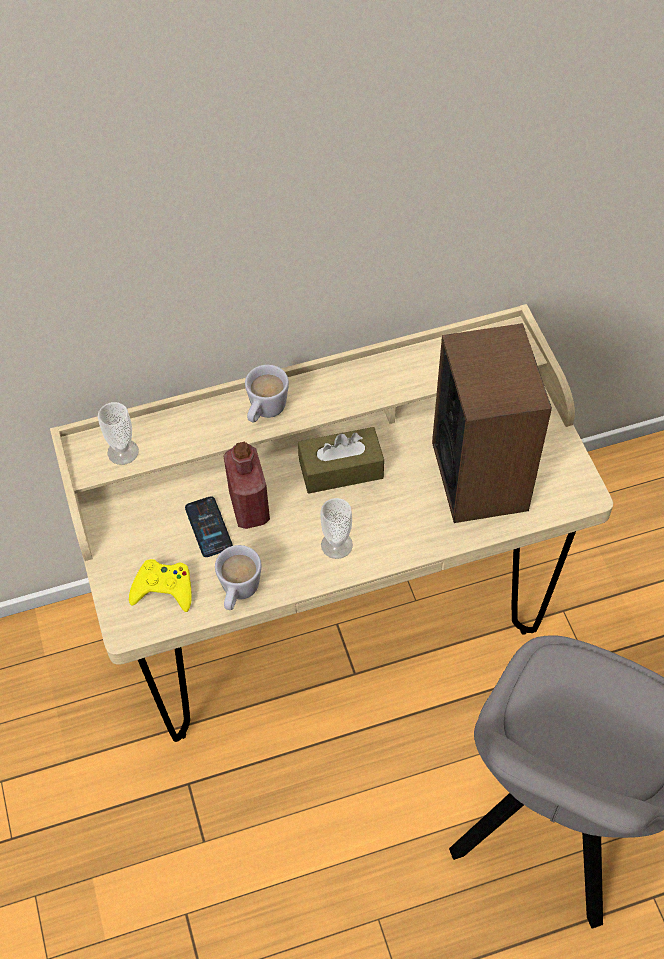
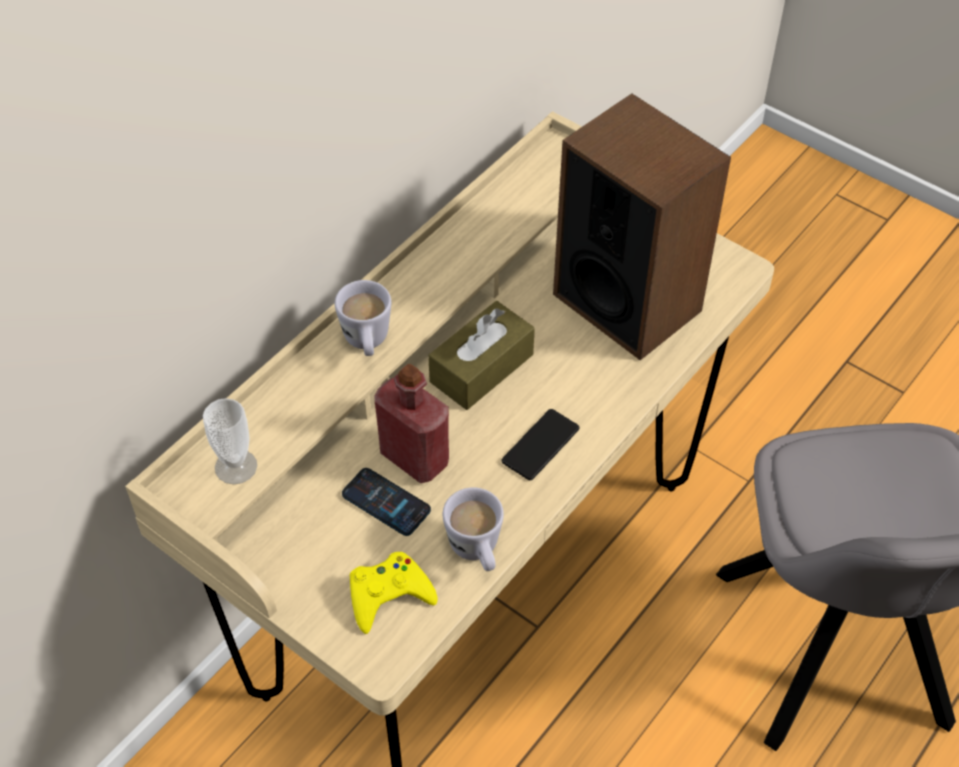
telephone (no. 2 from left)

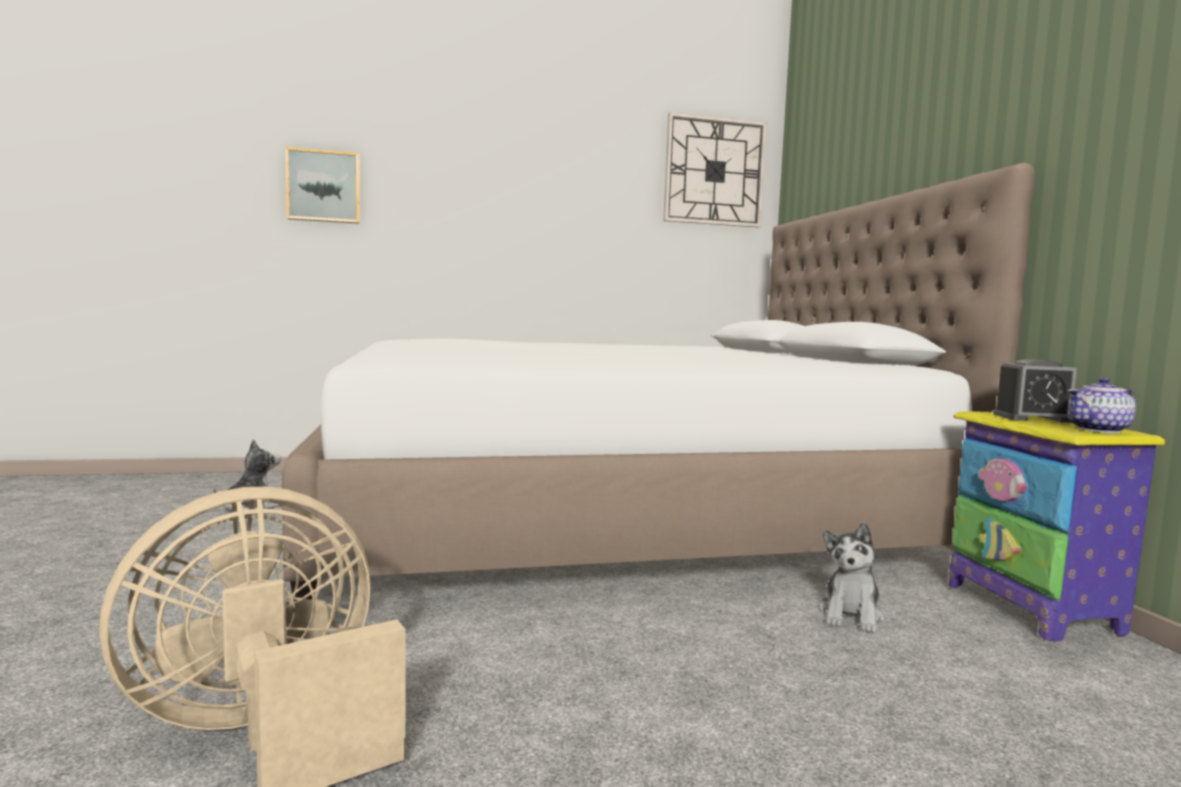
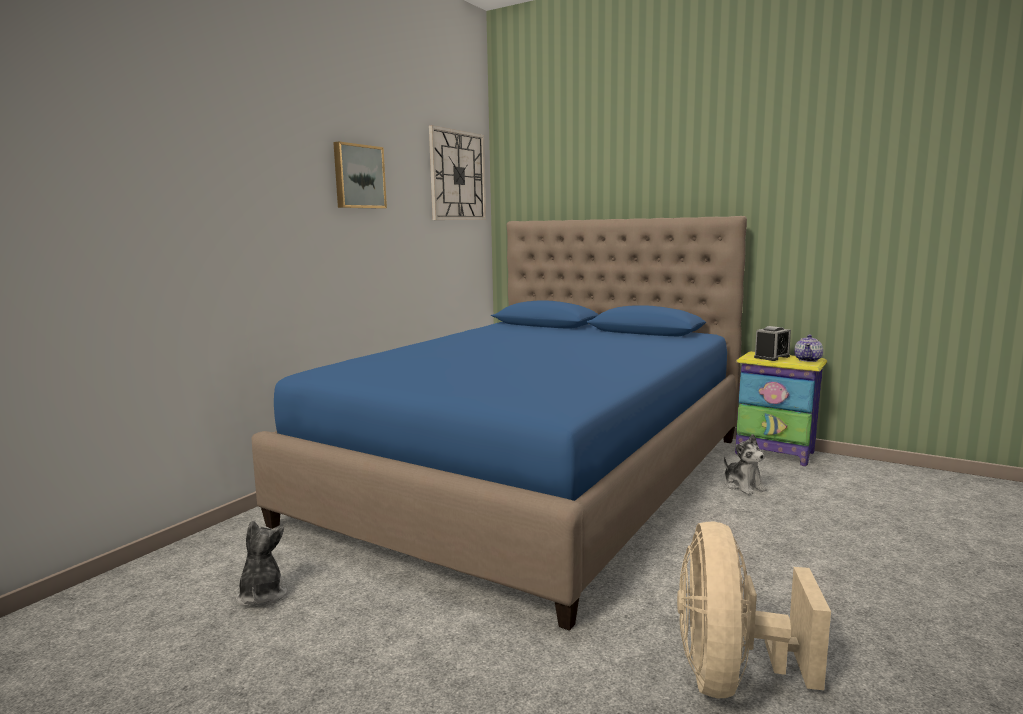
bluish bed; picture

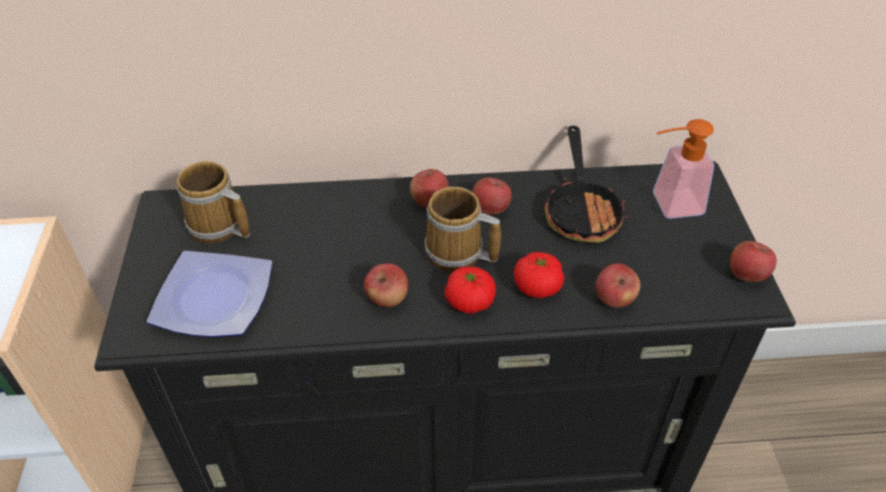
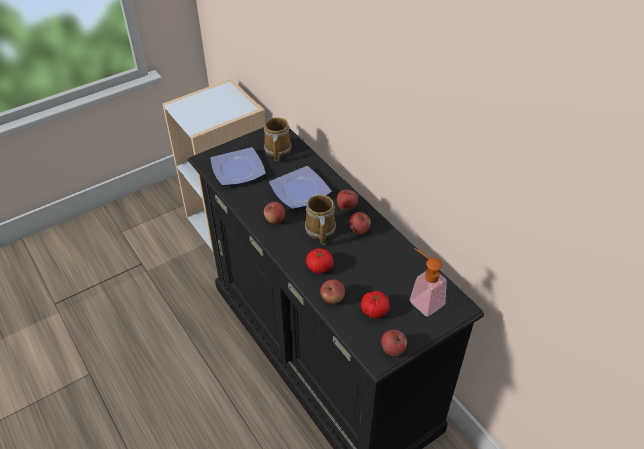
whole tomato (no. 2 from left); frying pan; plate (no. 2 from left)

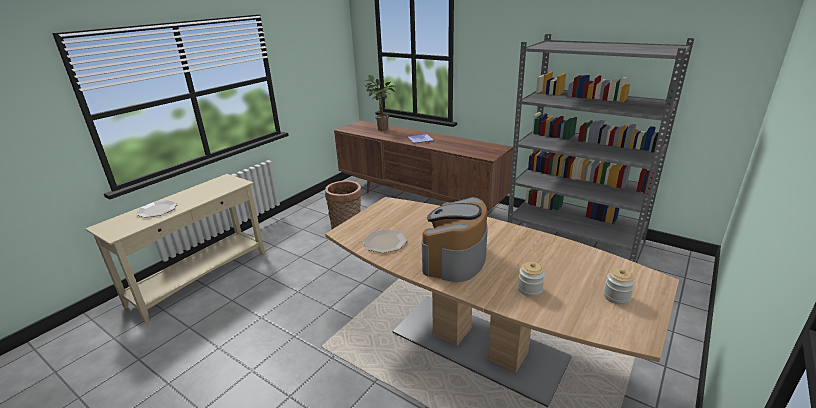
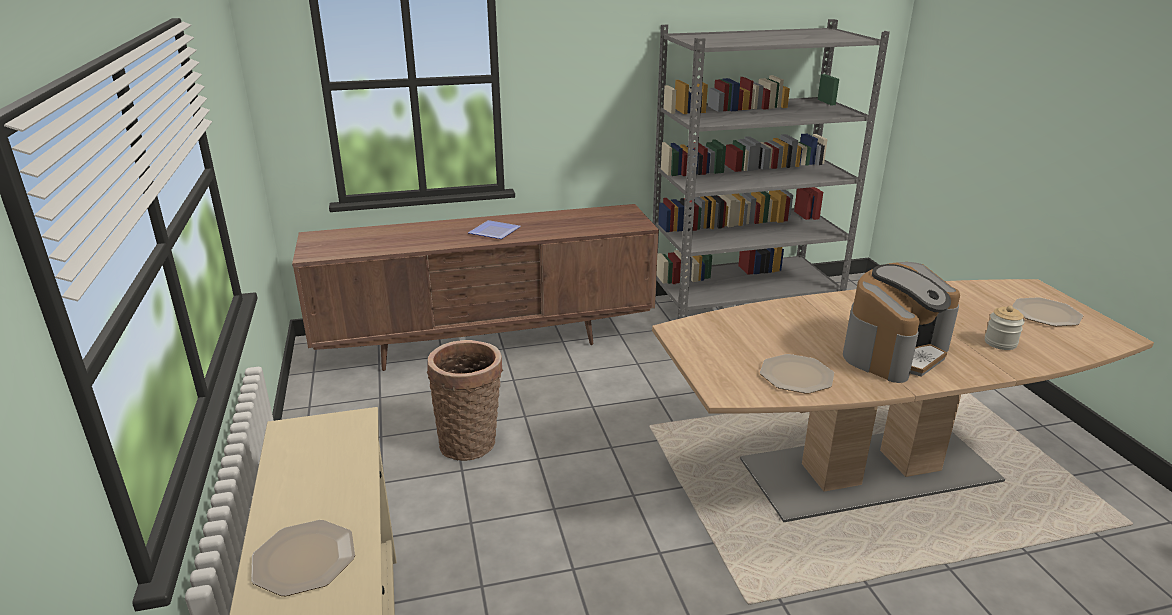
houseplant; coffee maker; plate (no. 4 from left)

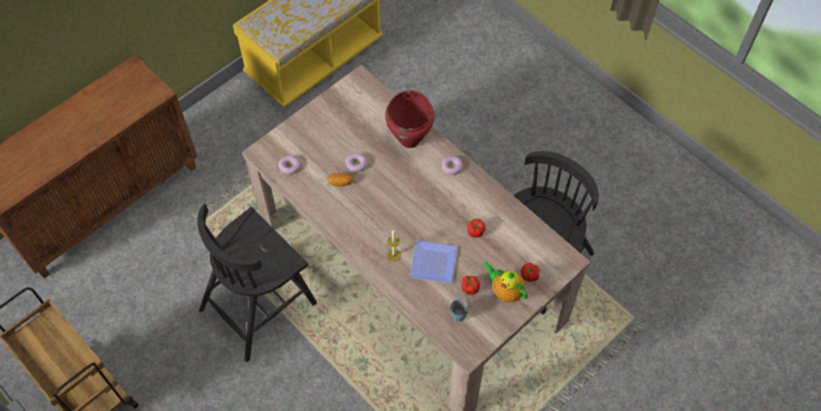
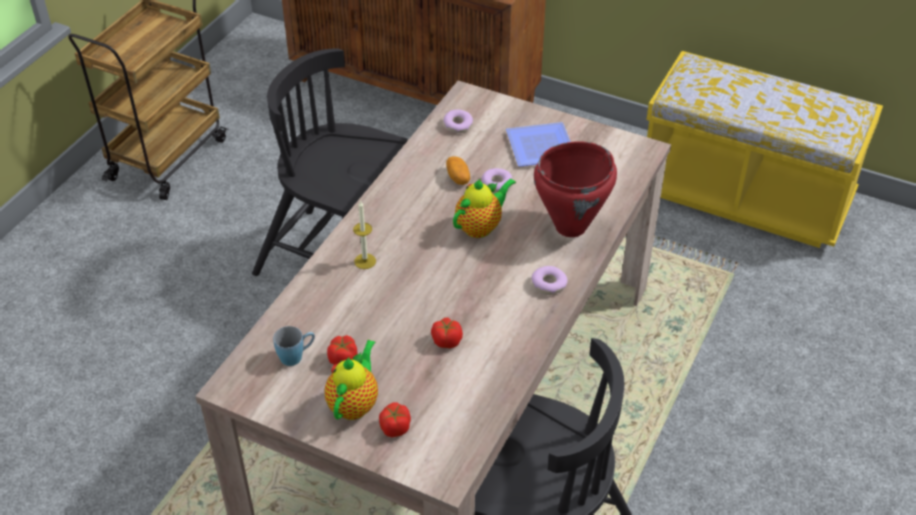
plate; tea pot (no. 2 from left)

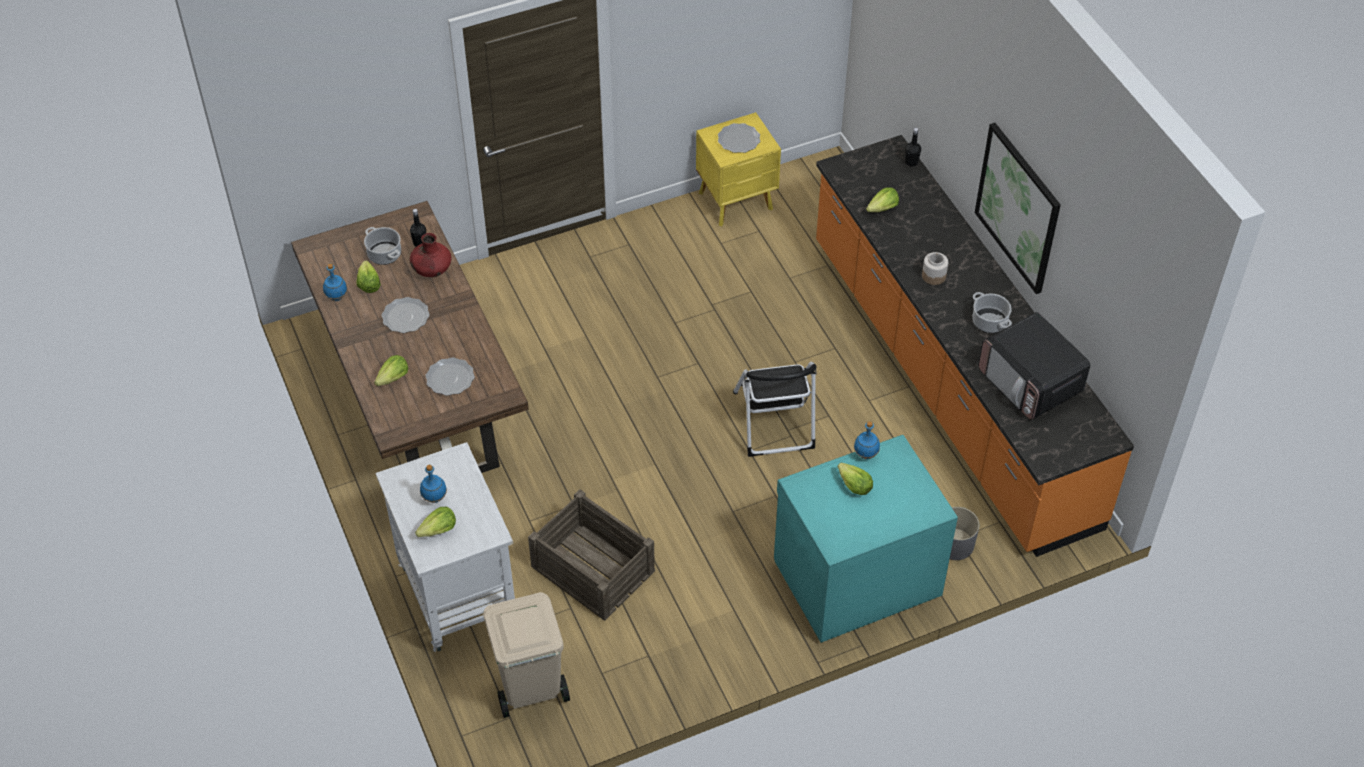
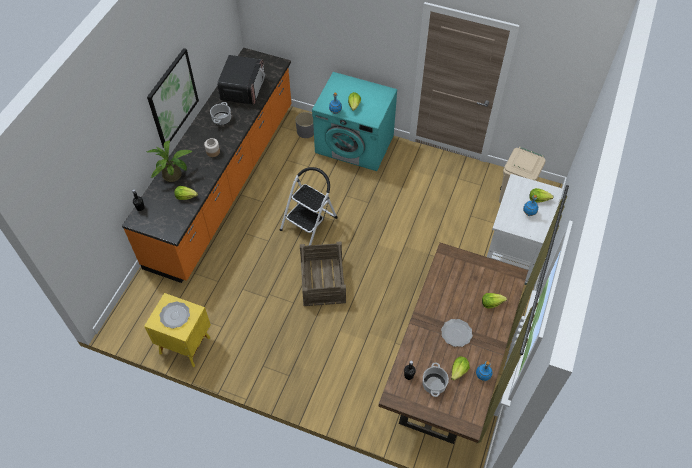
red-coloured decorative vase; plate (no. 2 from left in the first image); crate; houseplant

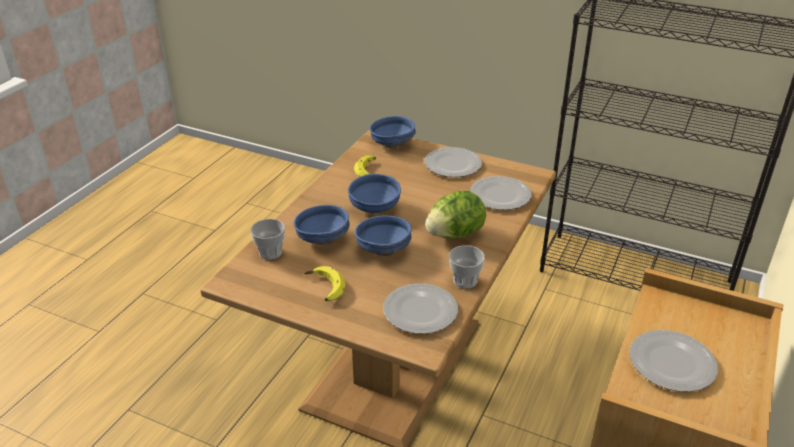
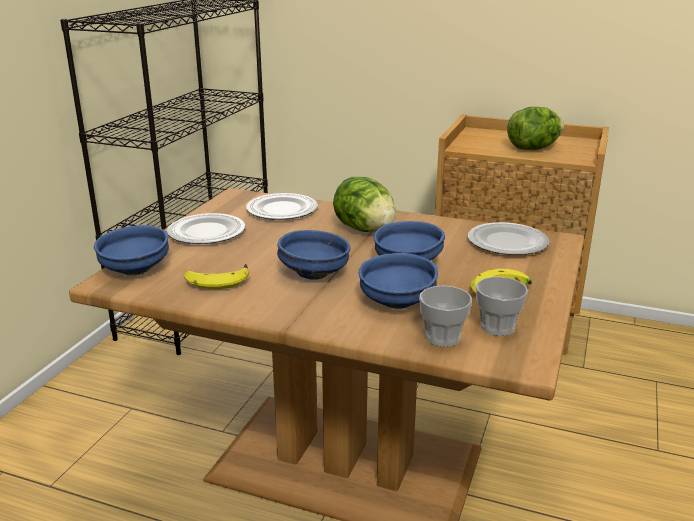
cup (no. 2 from left); head of lettuce (no. 2 from left)

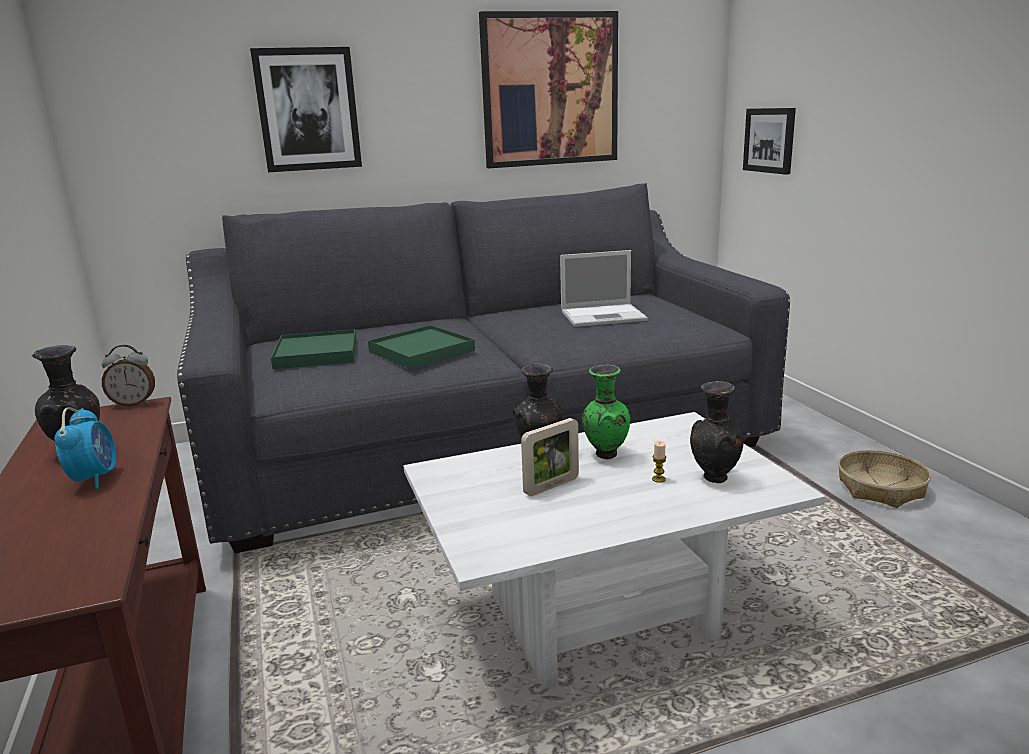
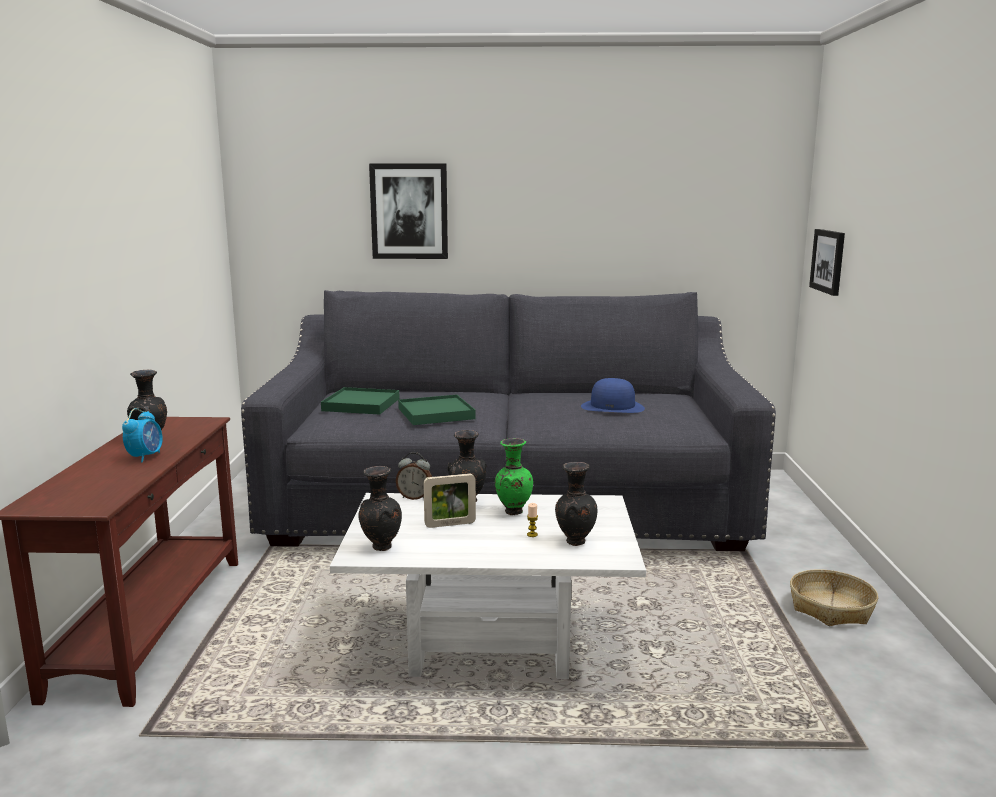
bedside clock (no. 2 from left); picture (no. 2 from left in the first image); bluish wearable hat; blackish decorative vase (no. 2 from left)

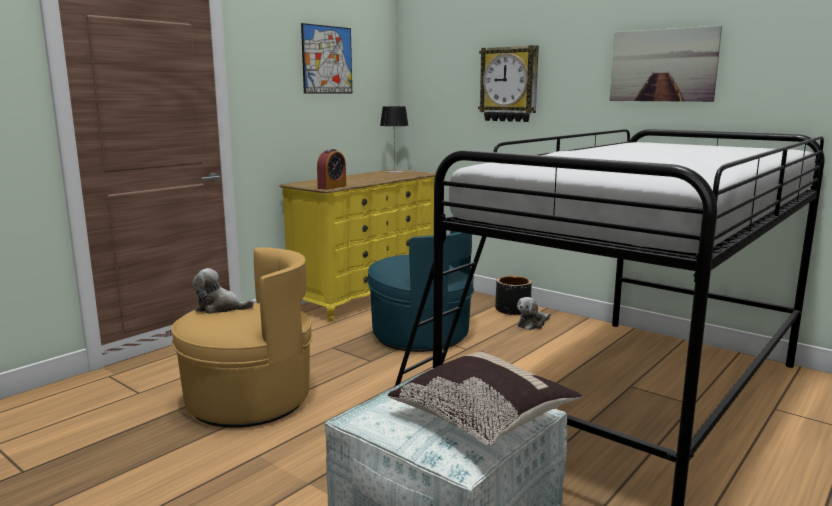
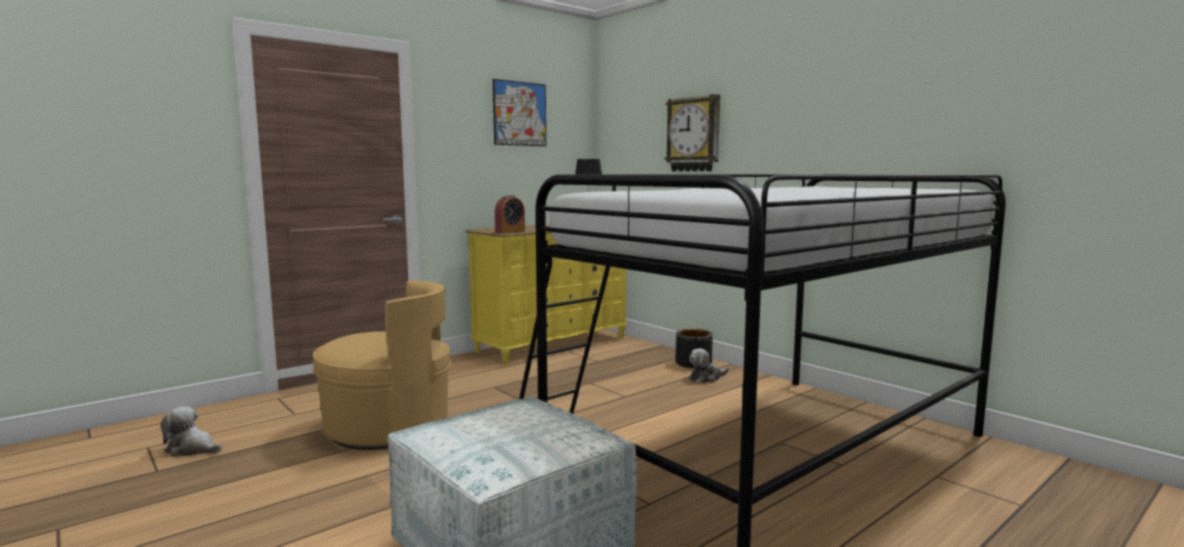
soft toy (no. 1 from left); blue-green lounge chair; throw pillow; picture (no. 2 from left in the first image)

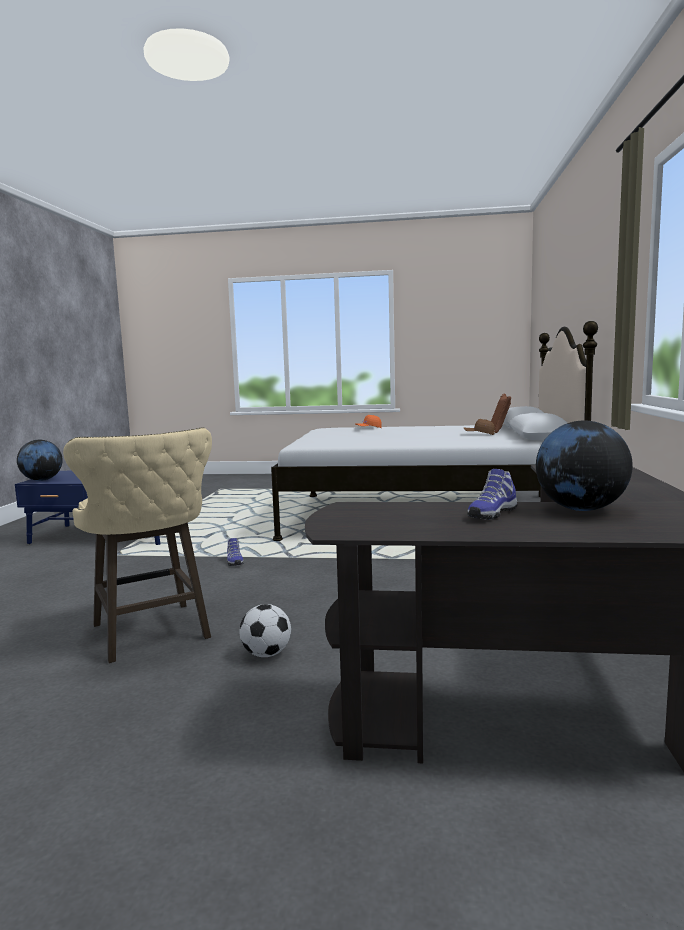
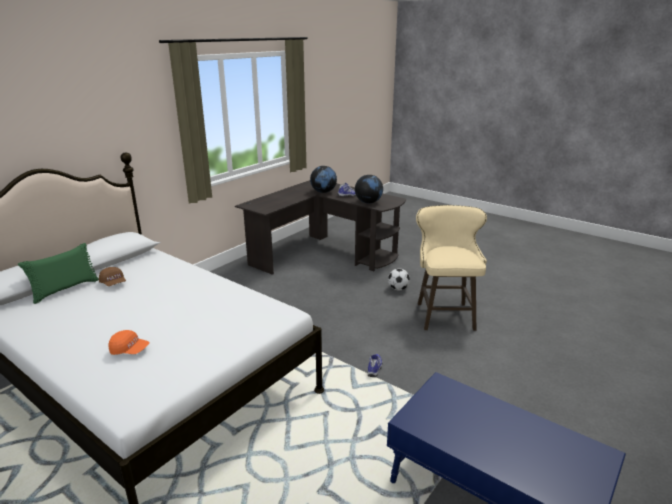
world globe (no. 2 from left); green throw pillow

